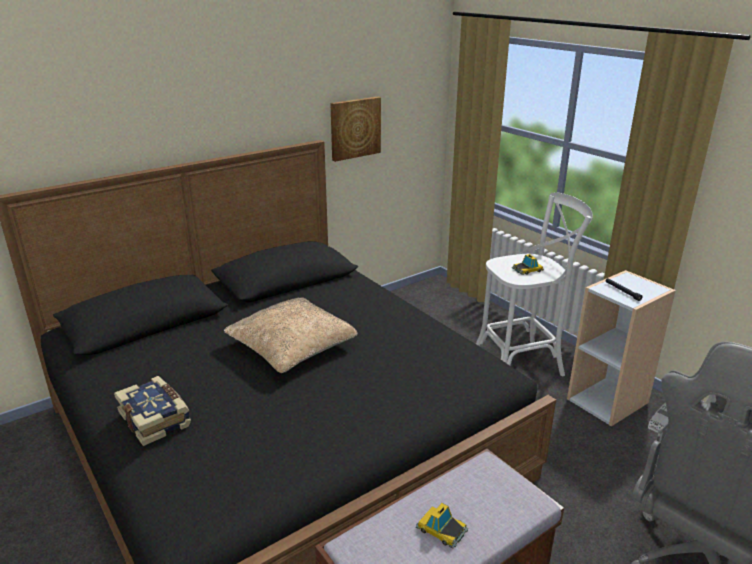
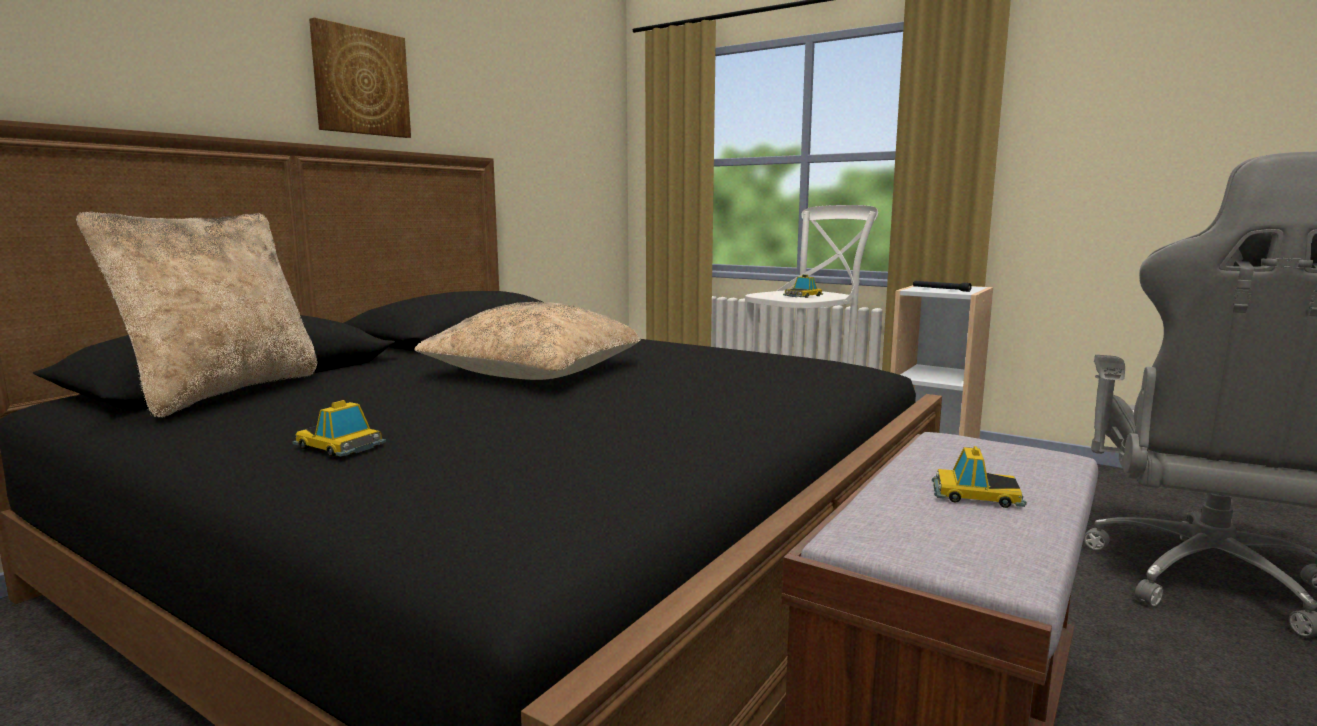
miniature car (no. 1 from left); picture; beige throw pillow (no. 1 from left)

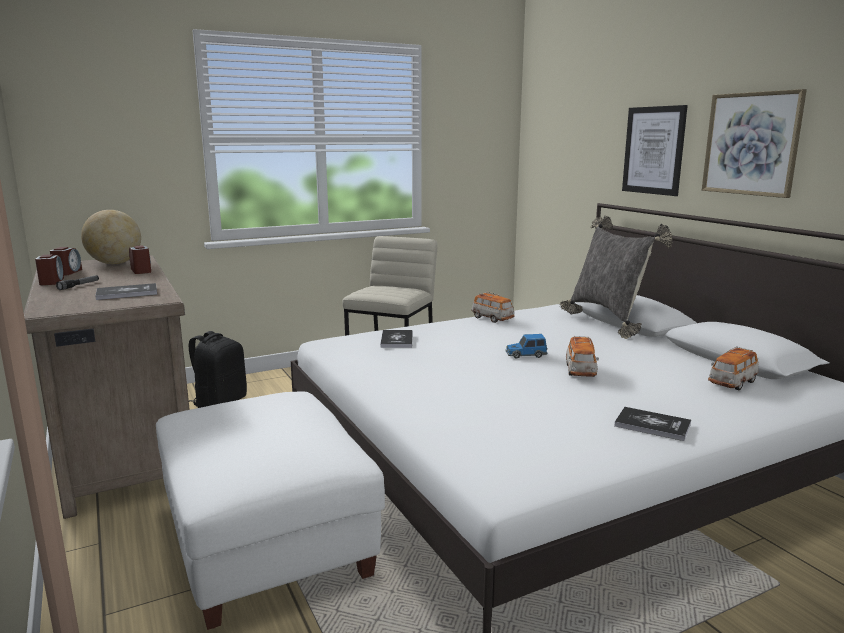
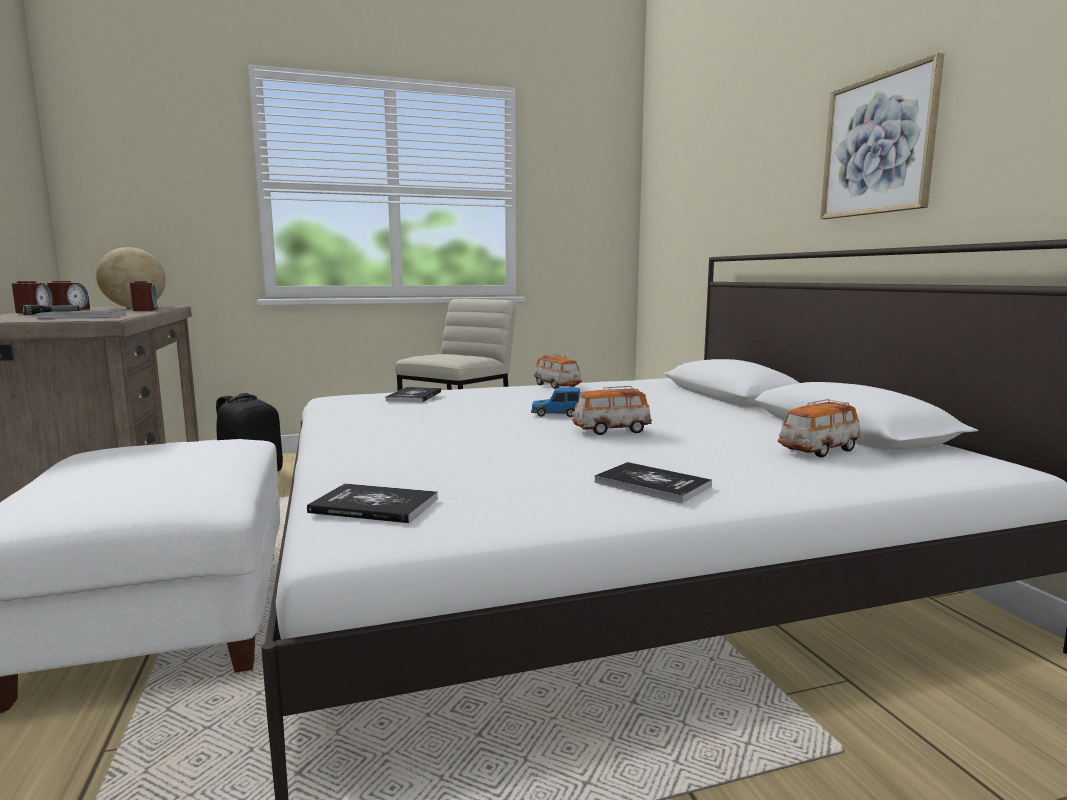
throw pillow; miniature car (no. 3 from left); picture (no. 1 from left in the first image); book (no. 2 from left)

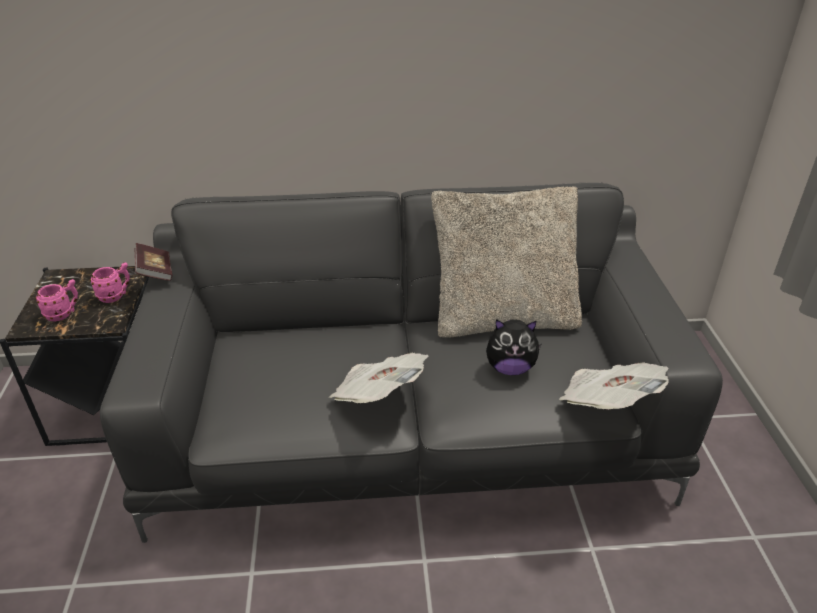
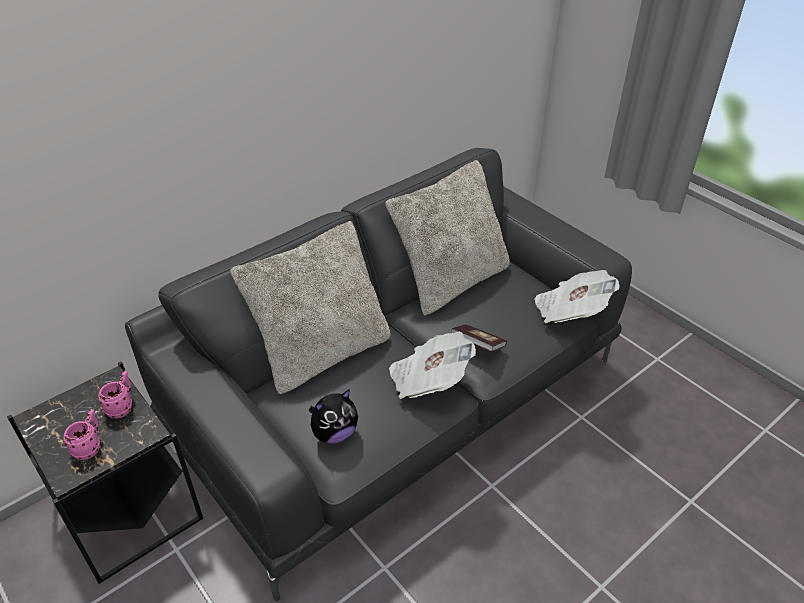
book; soft toy; beige throw pillow (no. 1 from left)

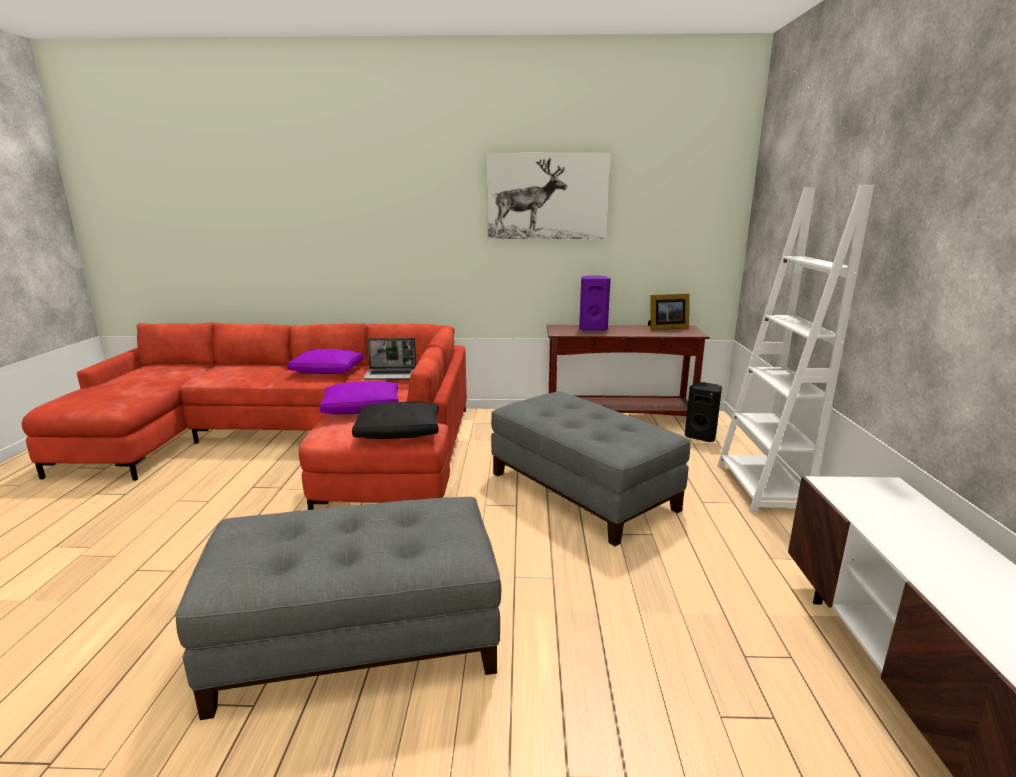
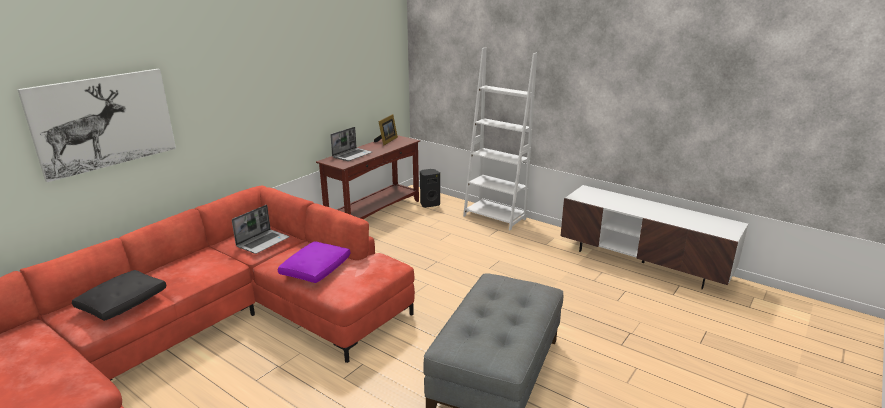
purple-coloured throw pillow (no. 1 from left in the first image); blackish throw pillow; picture; grey footrest (no. 2 from left in the first image); notebook computer (no. 2 from left)

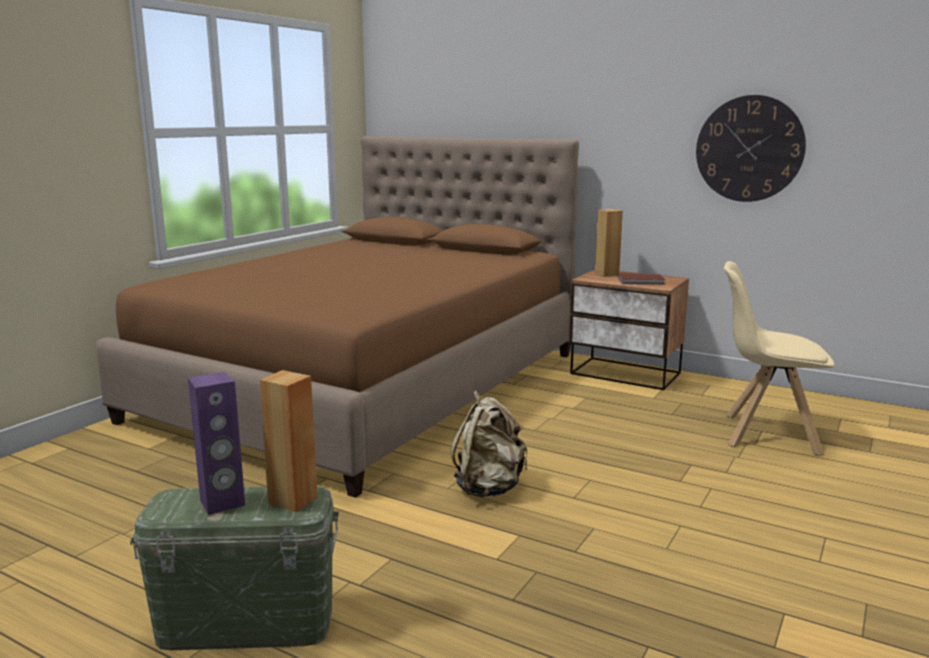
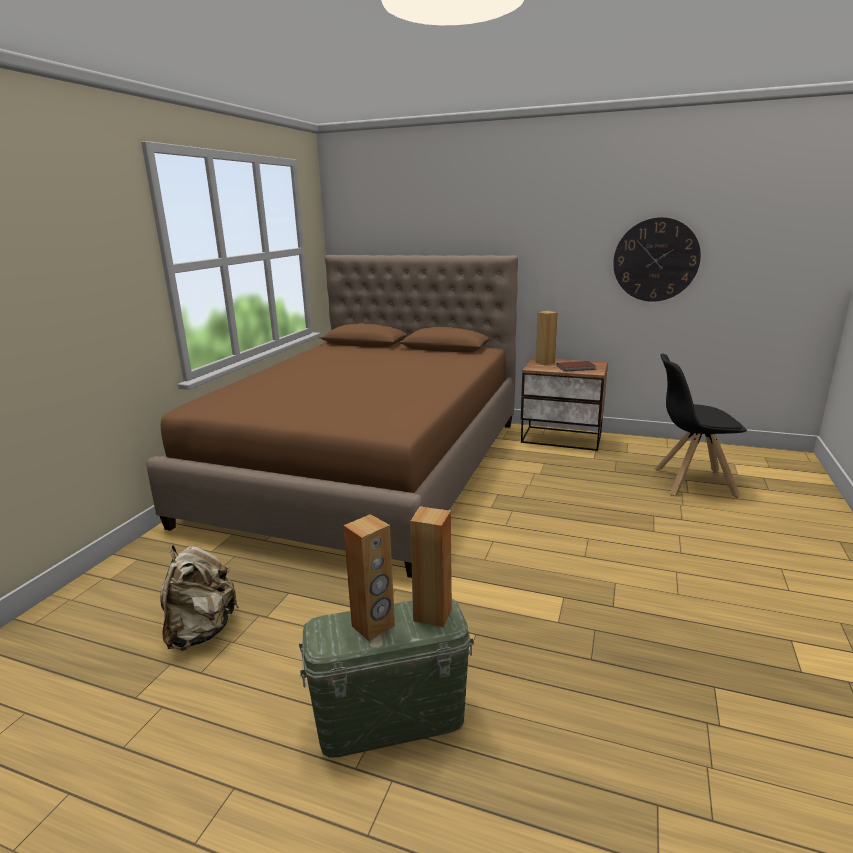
brown-coloured loudspeaker (no. 1 from left); beige backpack; blackish chair

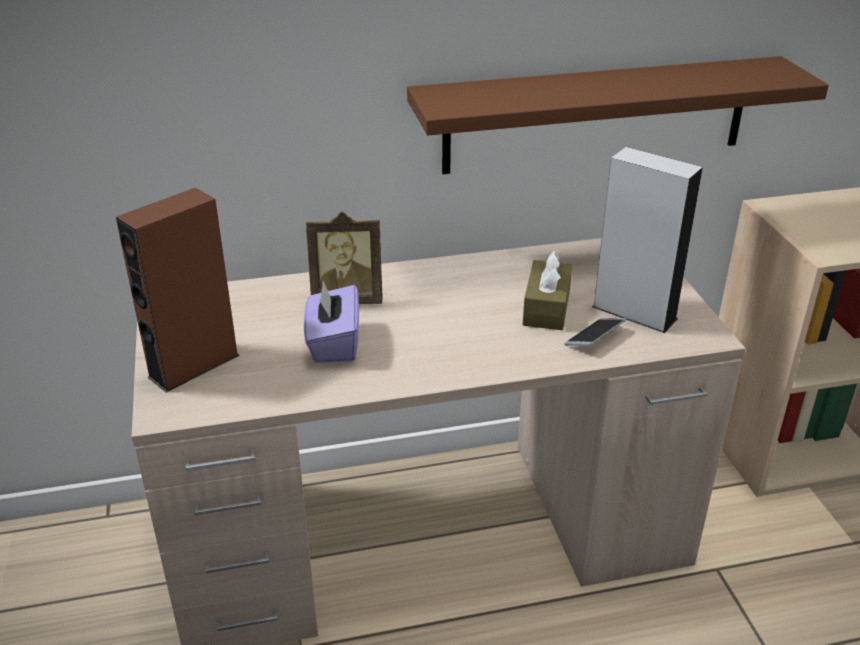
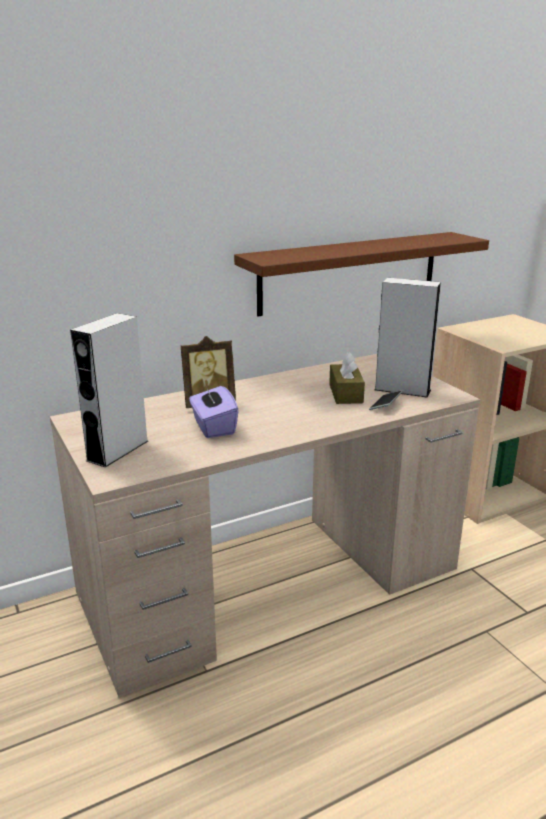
grey loudspeaker (no. 1 from left)

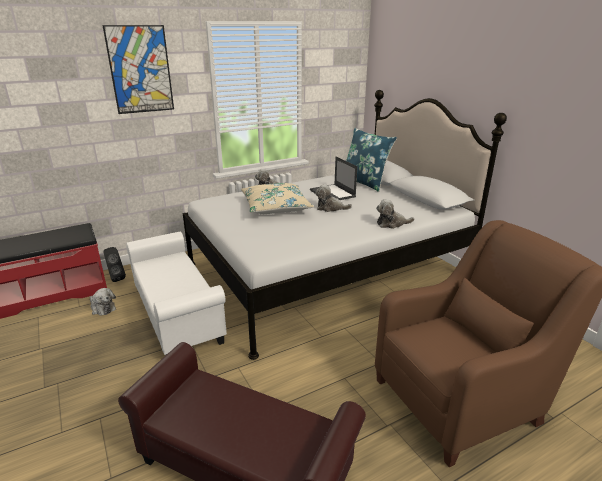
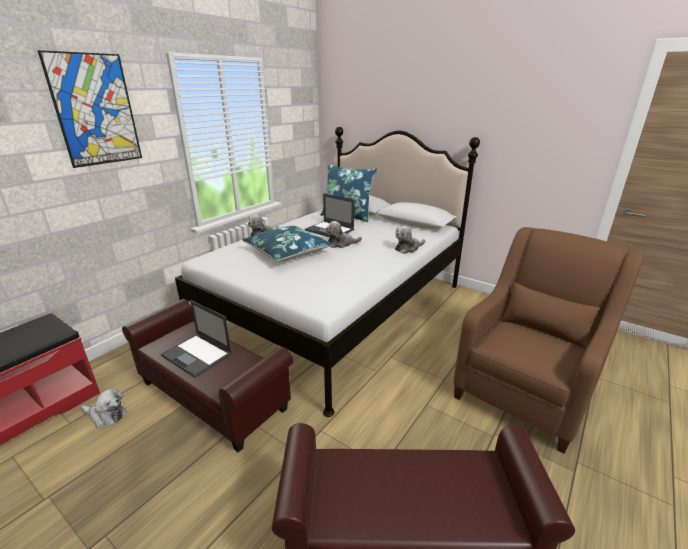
blackish loudspeaker; brown-coloured footrest (no. 1 from left); bluish throw pillow (no. 1 from left); notebook computer (no. 1 from left)

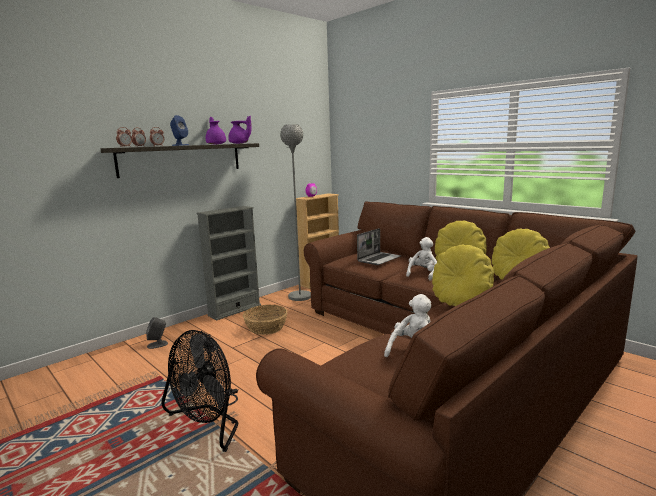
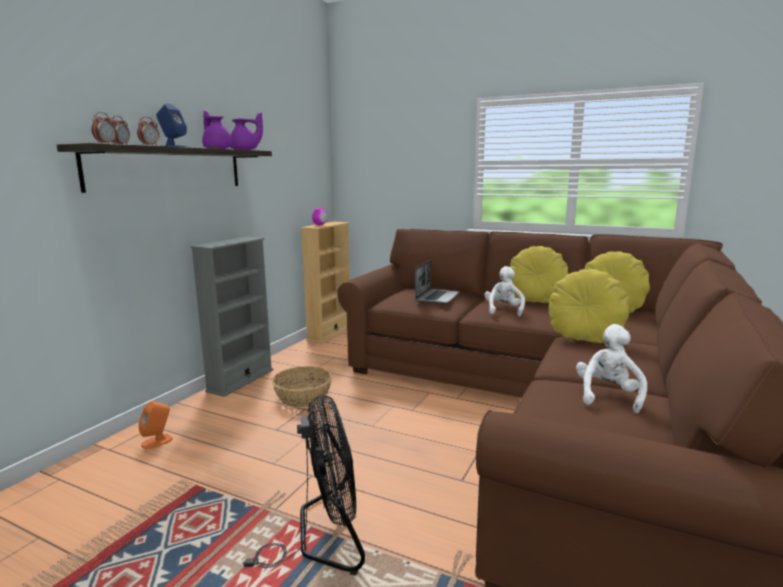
orange loudspeaker; blackish cooling fan; grey standing lamp

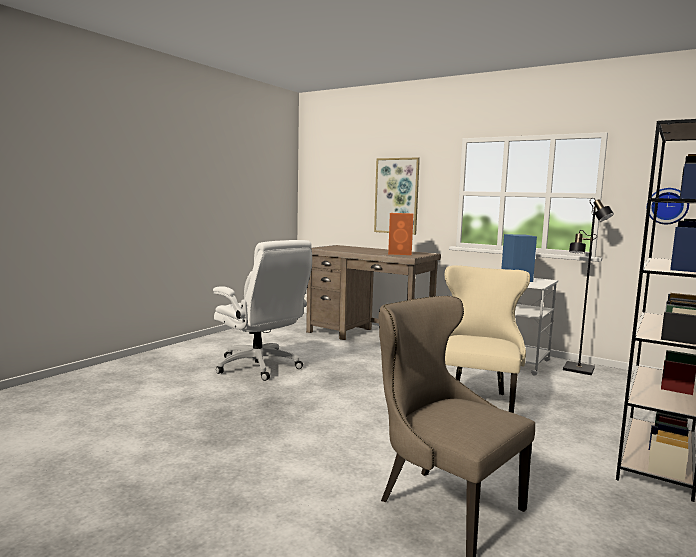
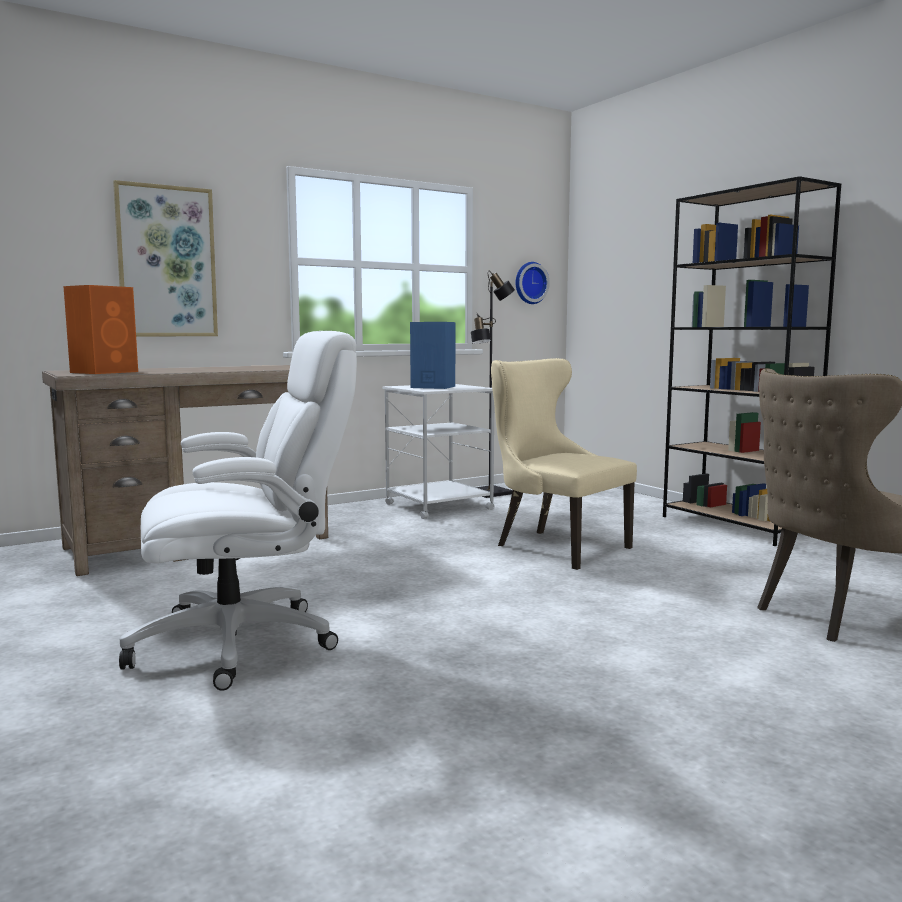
orange loudspeaker

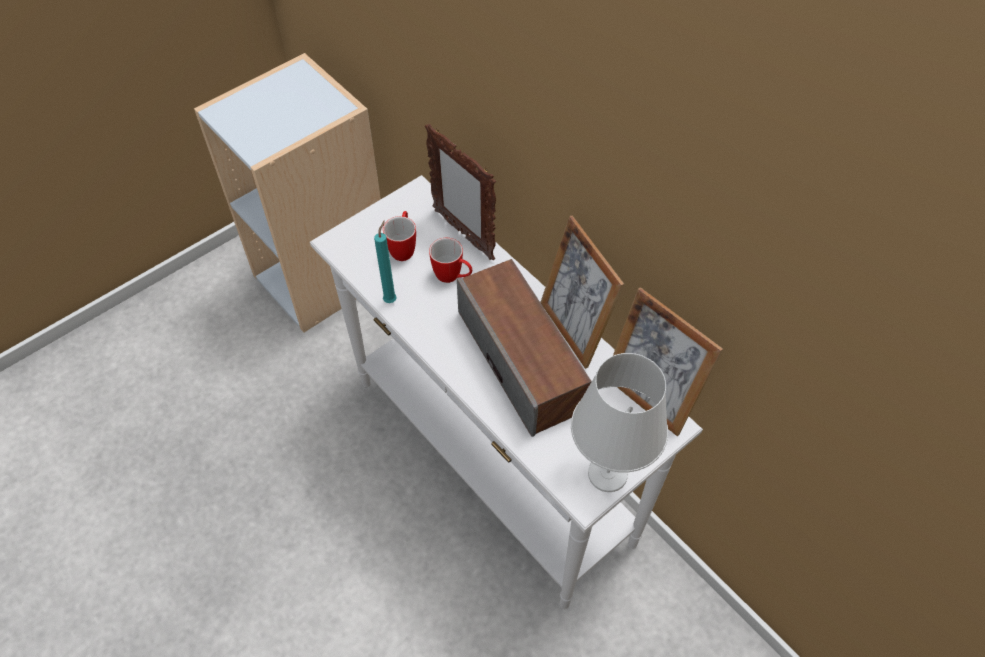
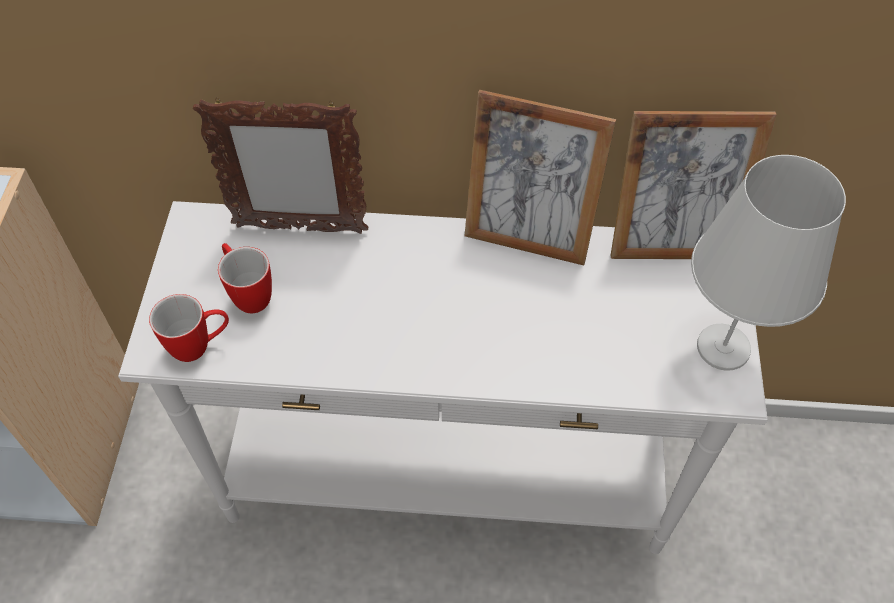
blue-green candle; tea mug (no. 1 from left); loudspeaker

